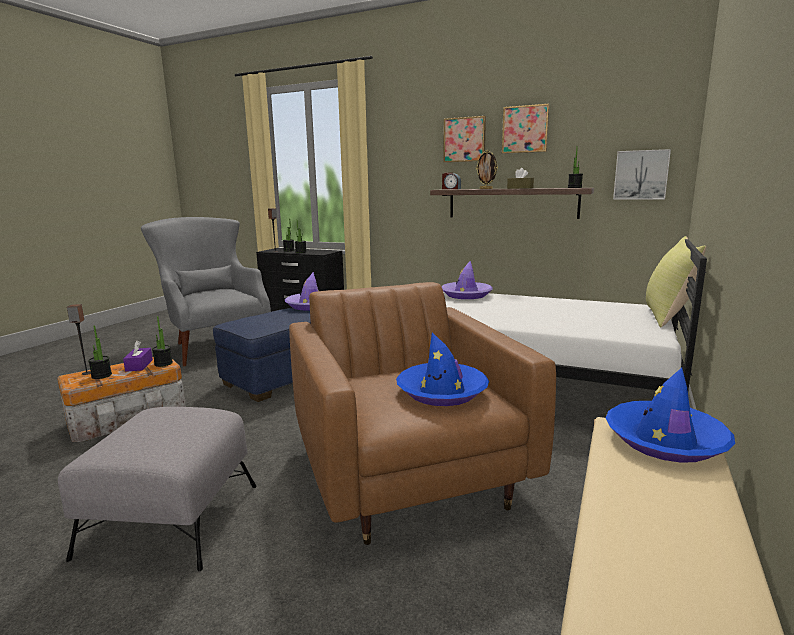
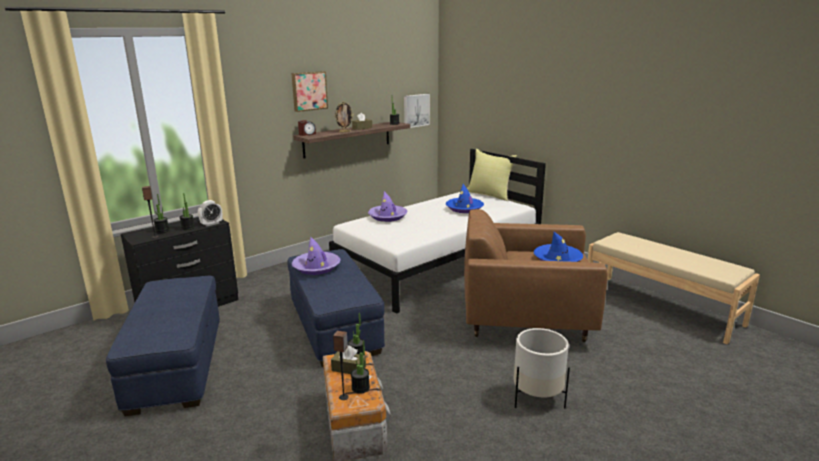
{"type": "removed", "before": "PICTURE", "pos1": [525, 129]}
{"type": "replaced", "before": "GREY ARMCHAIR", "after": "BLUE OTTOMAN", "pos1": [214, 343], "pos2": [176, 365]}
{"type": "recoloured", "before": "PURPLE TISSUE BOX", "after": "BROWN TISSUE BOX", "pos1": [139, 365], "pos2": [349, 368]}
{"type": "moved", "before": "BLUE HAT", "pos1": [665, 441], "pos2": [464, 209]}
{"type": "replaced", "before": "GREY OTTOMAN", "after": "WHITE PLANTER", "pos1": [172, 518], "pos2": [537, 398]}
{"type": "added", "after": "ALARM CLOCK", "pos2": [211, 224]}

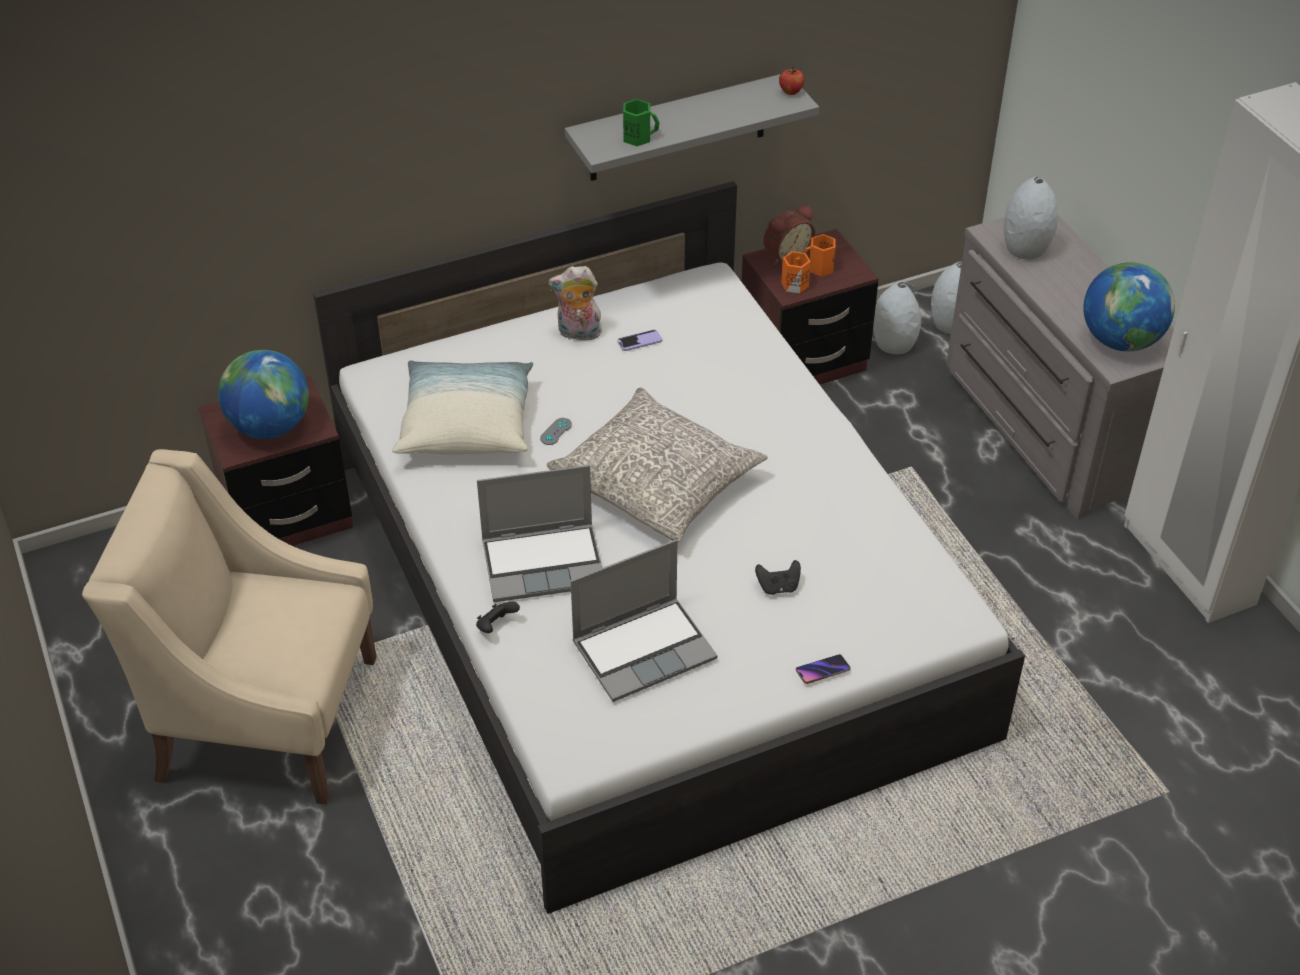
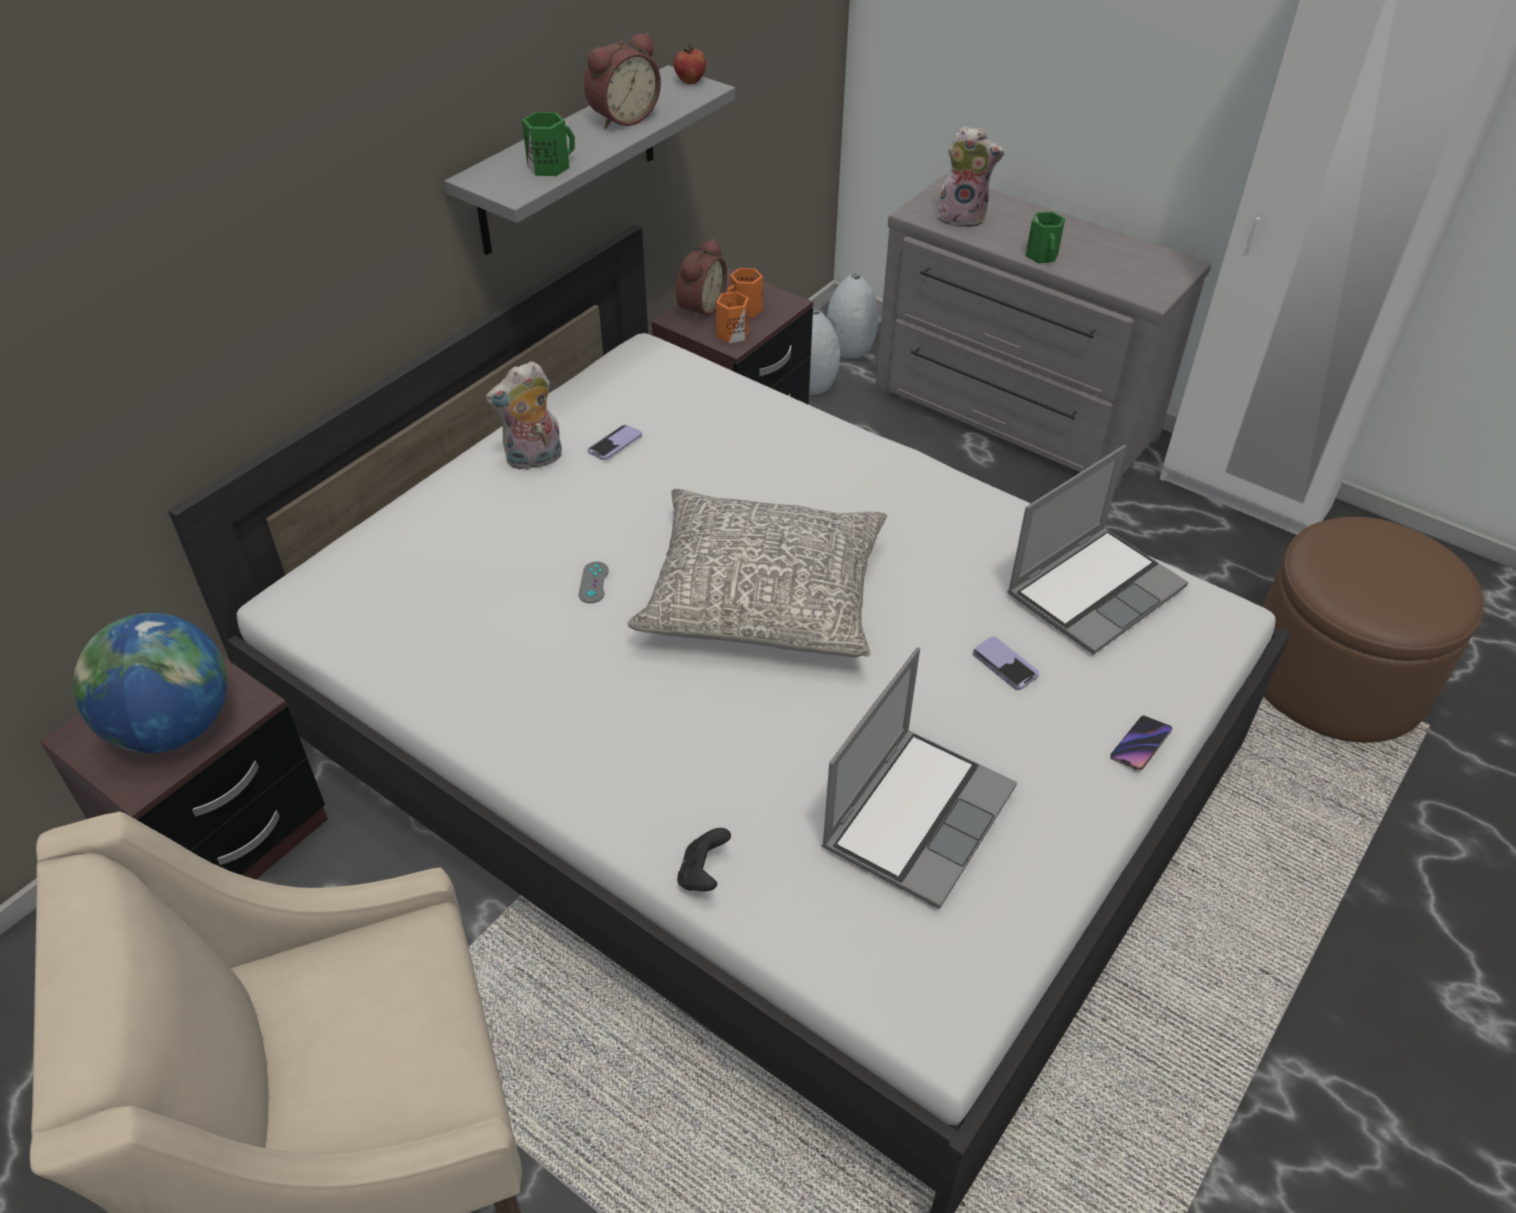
{"type": "replaced", "before": "GREY VASE", "after": "PLUSH TOY", "pos1": [1024, 248], "pos2": [963, 217]}
{"type": "removed", "before": "GLOBE", "pos1": [1120, 340]}
{"type": "removed", "before": "PILLOW", "pos1": [466, 424]}
{"type": "moved", "before": "LAPTOP", "pos1": [544, 563], "pos2": [1095, 590]}
{"type": "replaced", "before": "BLACK GAME CONTROLLER", "after": "PHONE", "pos1": [778, 587], "pos2": [1005, 664]}
{"type": "added", "after": "ALARM CLOCK", "pos2": [622, 117]}
{"type": "added", "after": "GREEN MUG", "pos2": [1043, 255]}
{"type": "added", "after": "BROWN OTTOMAN", "pos2": [1336, 675]}

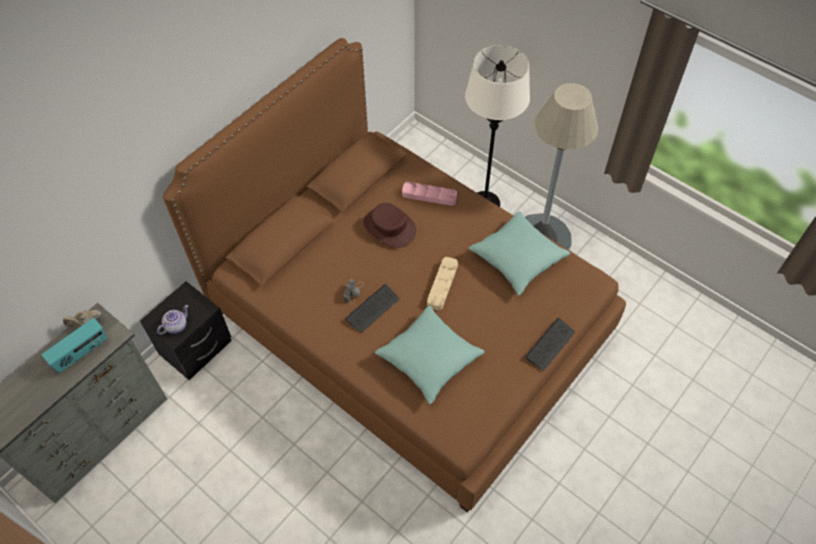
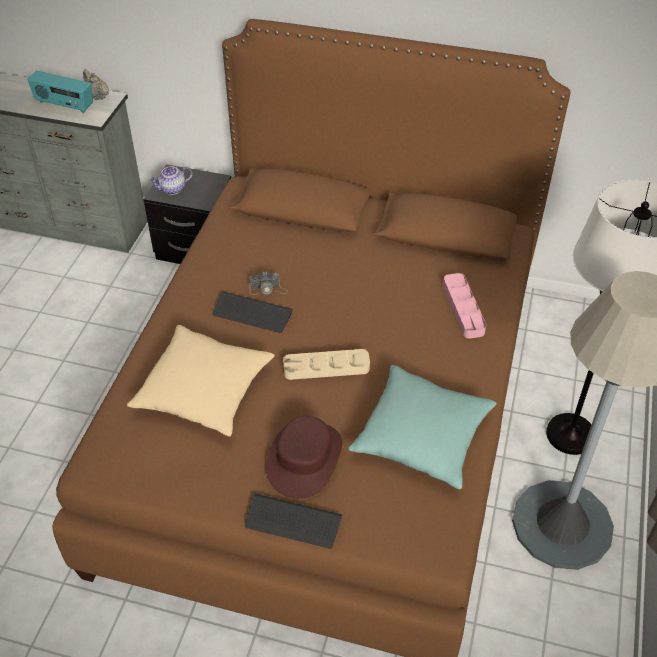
{"type": "moved", "before": "BROWN HAT", "pos1": [389, 227], "pos2": [304, 458]}
{"type": "turned", "before": "TEAPOT", "pos1": [176, 325], "pos2": [172, 189], "turn": 135}
{"type": "recoloured", "before": "TURQUOISE PILLOW", "after": "BEIGE PILLOW", "pos1": [429, 359], "pos2": [204, 391]}

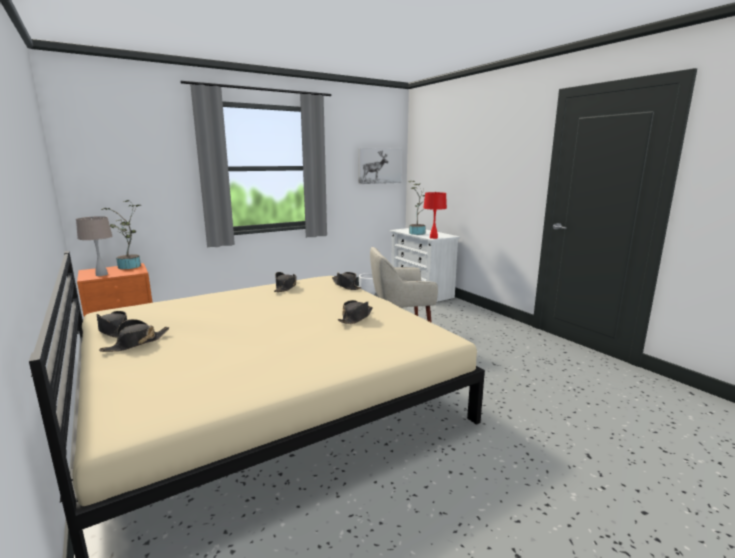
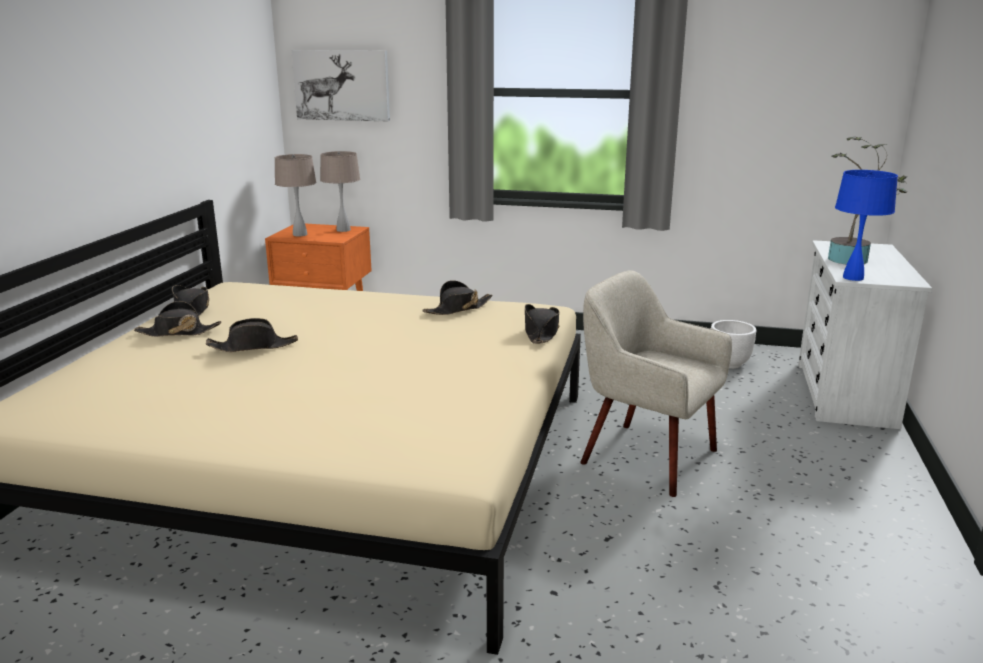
{"type": "moved", "before": "PICTURE", "pos1": [379, 166], "pos2": [342, 85]}
{"type": "recoloured", "before": "RED TABLE LAMP", "after": "BLUE TABLE LAMP", "pos1": [433, 237], "pos2": [853, 277]}
{"type": "replaced", "before": "POTTED PLANT", "after": "BEIGE TABLE LAMP", "pos1": [129, 267], "pos2": [343, 230]}
{"type": "moved", "before": "BLACK HAT", "pos1": [356, 318], "pos2": [253, 346]}

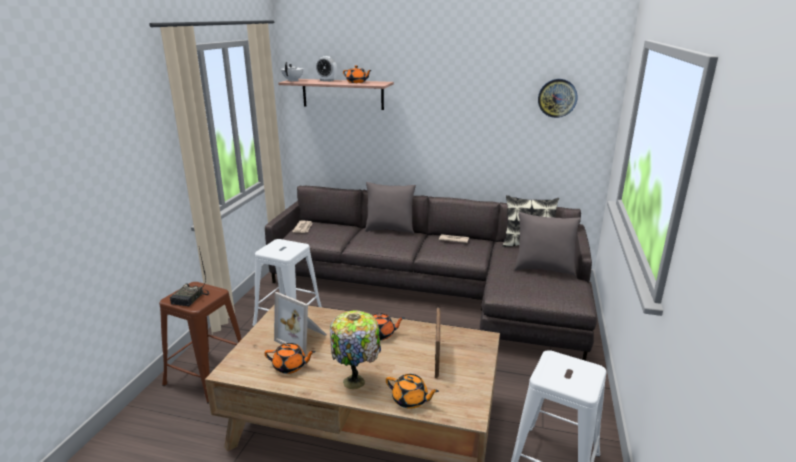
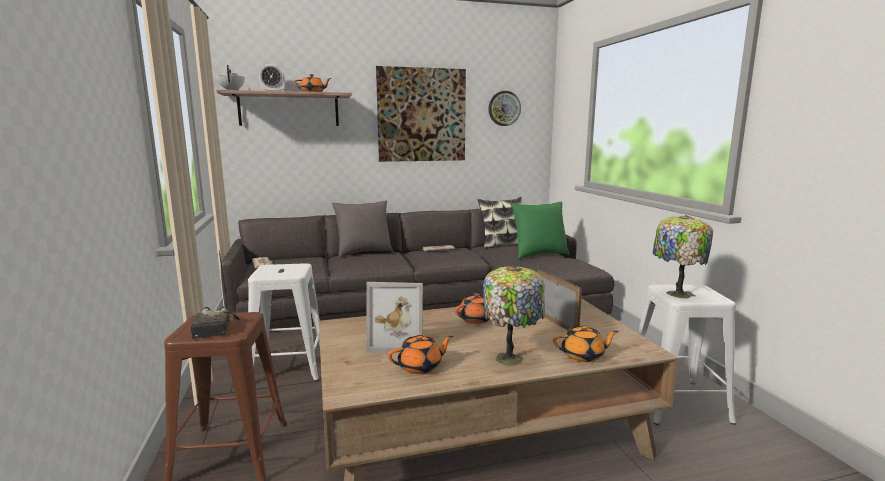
{"type": "recoloured", "before": "GREY PILLOW", "after": "GREEN PILLOW", "pos1": [543, 269], "pos2": [539, 255]}
{"type": "added", "after": "PICTURE", "pos2": [421, 115]}
{"type": "added", "after": "TABLE LAMP", "pos2": [676, 294]}

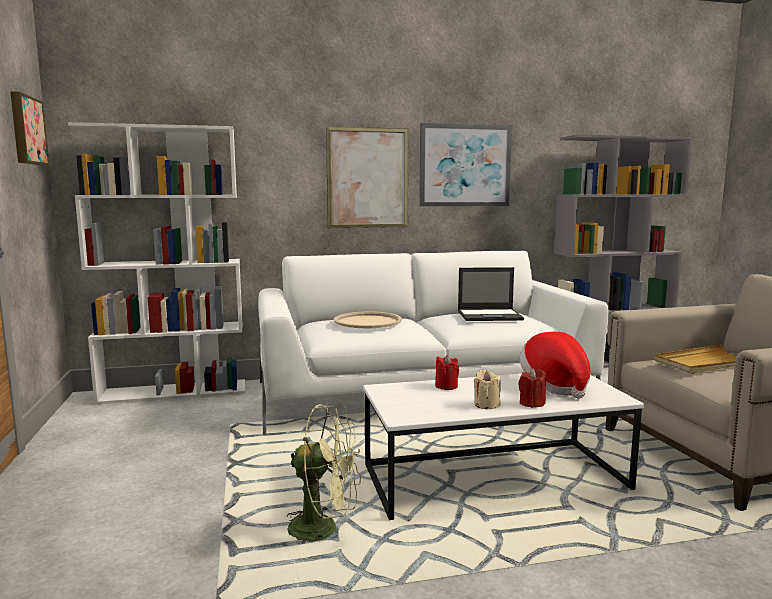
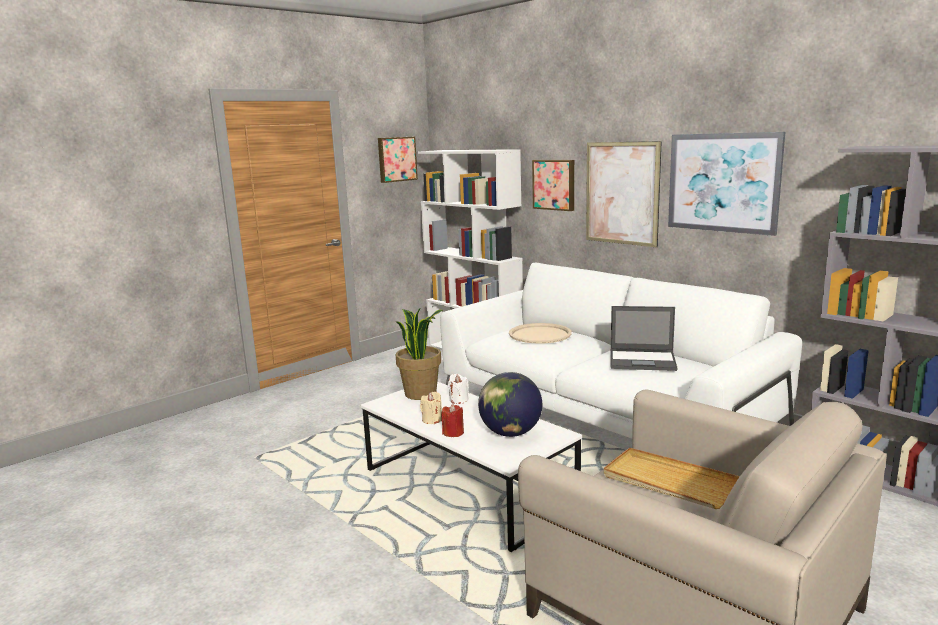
{"type": "turned", "before": "LAPTOP", "pos1": [490, 315], "pos2": [643, 361], "turn": -45}
{"type": "replaced", "before": "HAT", "after": "GLOBE", "pos1": [555, 386], "pos2": [510, 433]}
{"type": "recoloured", "before": "RED CANDLE", "after": "WHITE CANDLE", "pos1": [446, 386], "pos2": [459, 400]}
{"type": "removed", "before": "GREEN FAN", "pos1": [324, 529]}
{"type": "added", "after": "PICTURE", "pos2": [554, 184]}
{"type": "added", "after": "POTTED PLANT", "pos2": [421, 393]}

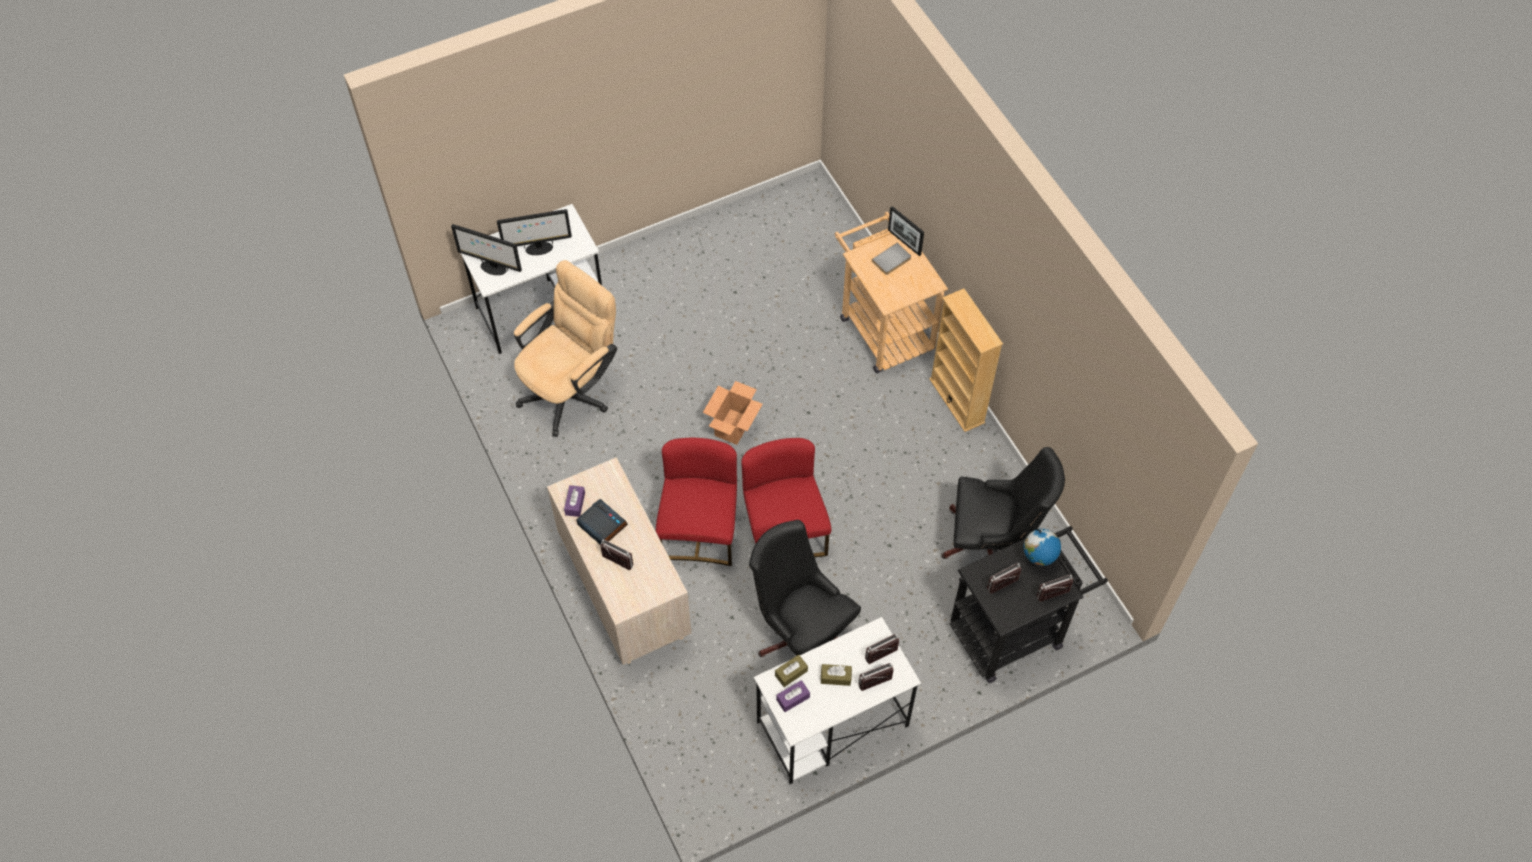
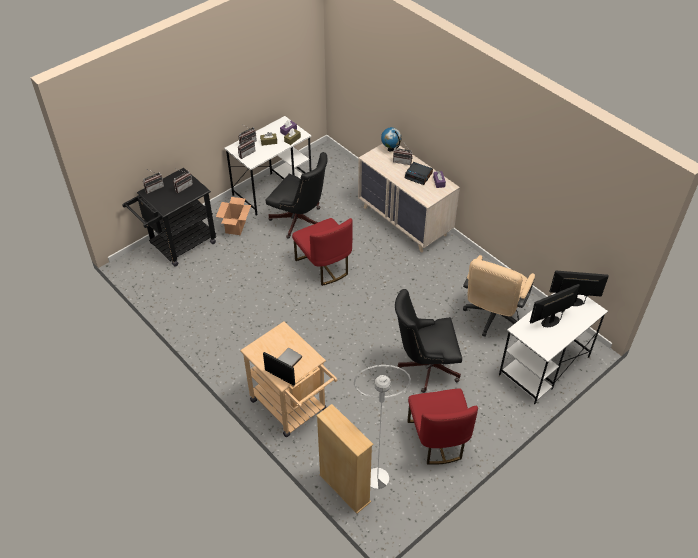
{"type": "moved", "before": "BEIGE BOOKCASE", "pos1": [957, 400], "pos2": [344, 488]}
{"type": "moved", "before": "CARDBOARD BOX", "pos1": [733, 426], "pos2": [235, 227]}
{"type": "moved", "before": "RED CHAIR", "pos1": [700, 531], "pos2": [437, 439]}
{"type": "moved", "before": "BLACK OFFICE CHAIR", "pos1": [991, 543], "pos2": [425, 366]}
{"type": "moved", "before": "GLOBE", "pos1": [1037, 559], "pos2": [390, 149]}
{"type": "added", "after": "WHITE FLOOR LAMP", "pos2": [377, 478]}

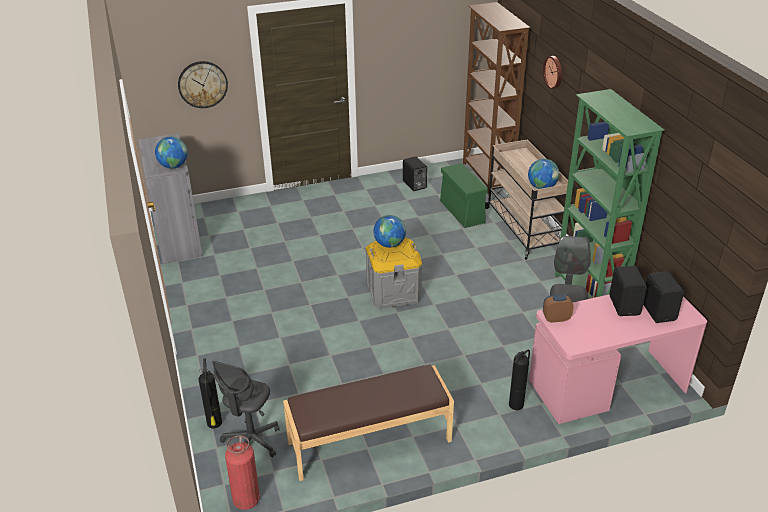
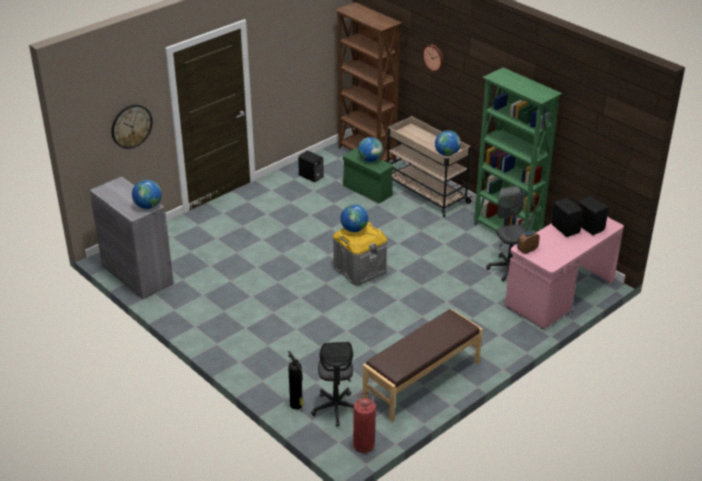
{"type": "removed", "before": "FIRE EXTINGUISHER", "pos1": [516, 404]}
{"type": "added", "after": "GLOBE", "pos2": [370, 160]}

